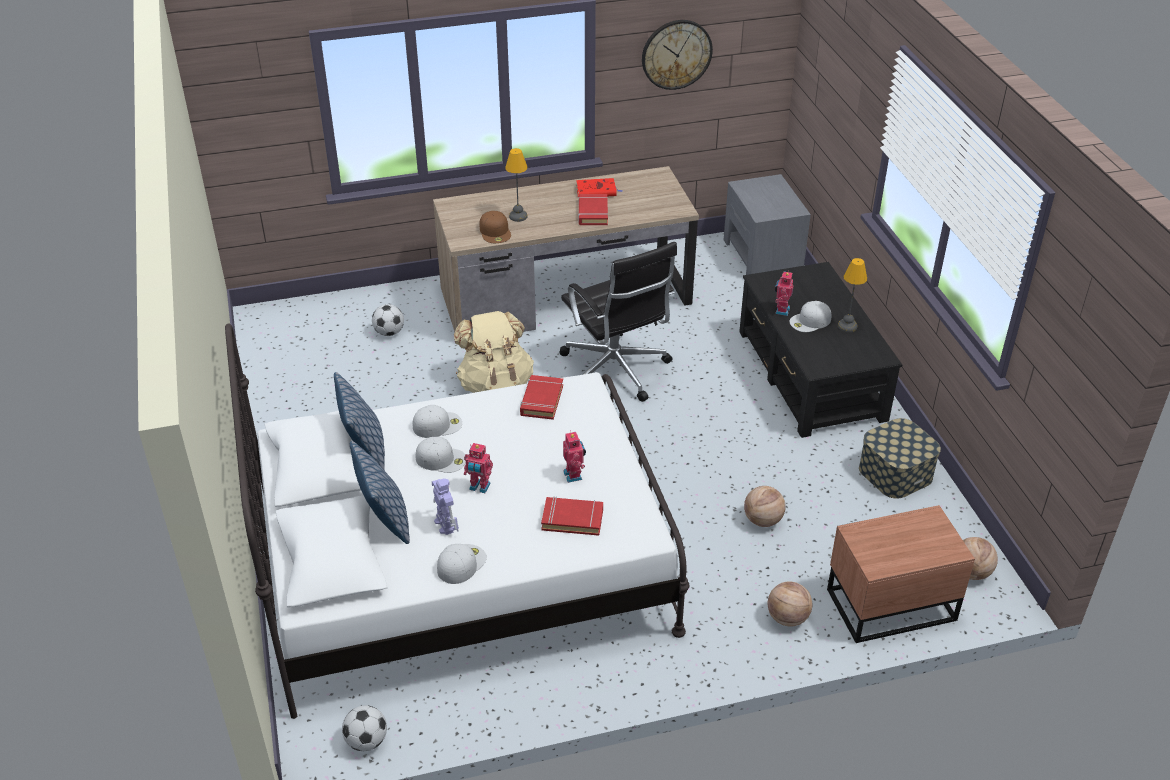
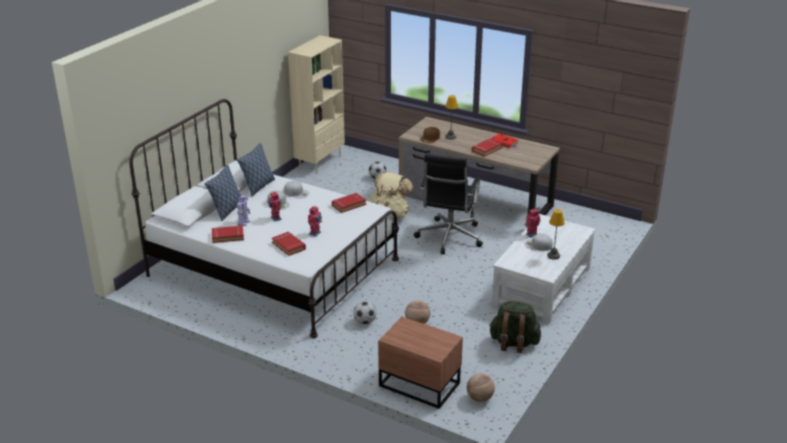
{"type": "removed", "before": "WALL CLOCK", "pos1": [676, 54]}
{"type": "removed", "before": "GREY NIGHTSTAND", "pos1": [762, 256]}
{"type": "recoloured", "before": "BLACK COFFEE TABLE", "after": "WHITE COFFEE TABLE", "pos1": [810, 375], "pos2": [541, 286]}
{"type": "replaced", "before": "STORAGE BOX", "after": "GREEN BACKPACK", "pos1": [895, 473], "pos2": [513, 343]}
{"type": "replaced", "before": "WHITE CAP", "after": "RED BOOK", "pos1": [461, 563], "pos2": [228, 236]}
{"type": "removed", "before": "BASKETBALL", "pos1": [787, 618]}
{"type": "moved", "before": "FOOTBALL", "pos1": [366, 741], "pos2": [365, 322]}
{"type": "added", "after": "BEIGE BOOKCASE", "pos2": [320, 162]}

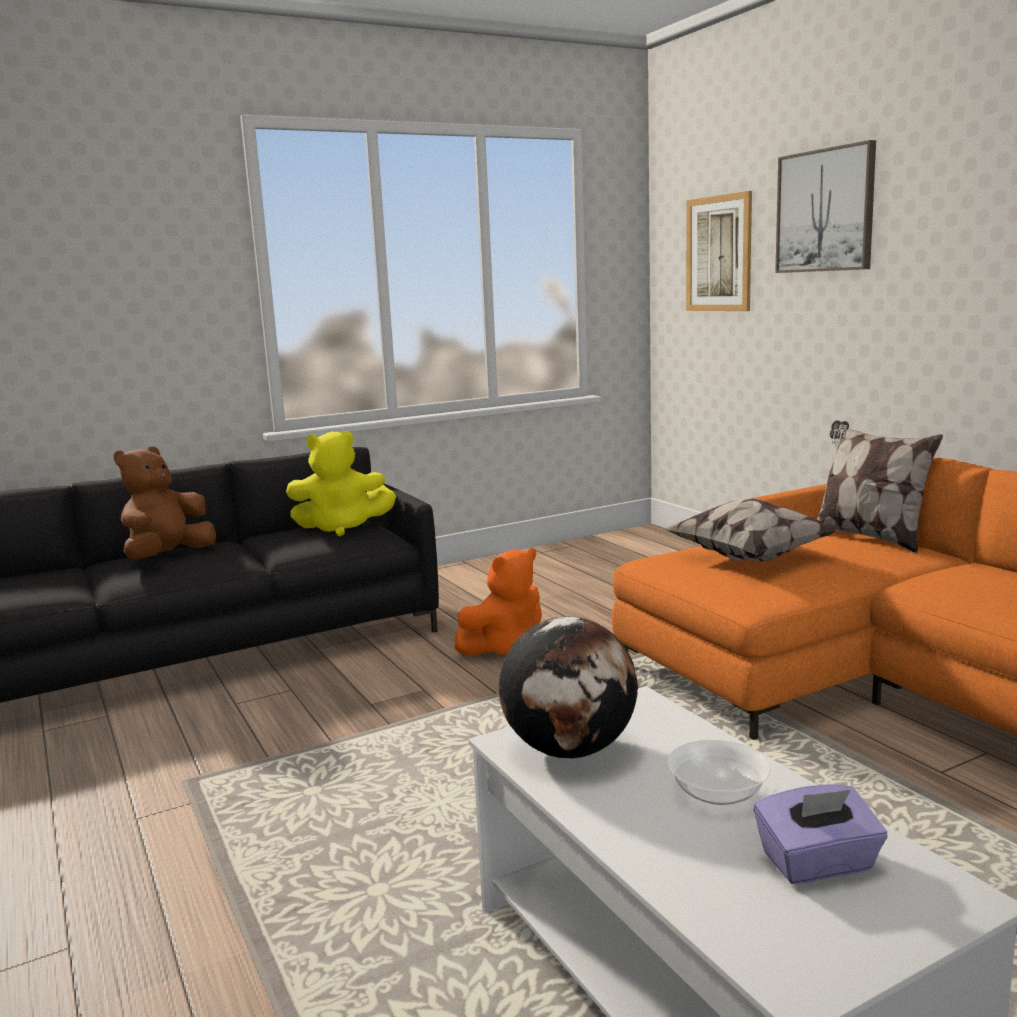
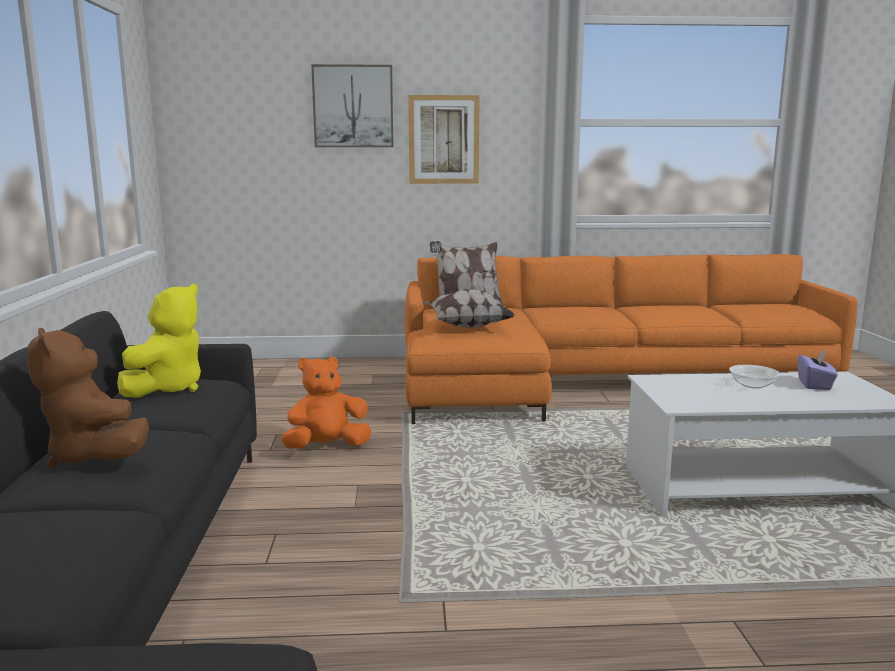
{"type": "moved", "before": "PICTURE", "pos1": [718, 254], "pos2": [443, 139]}
{"type": "turned", "before": "ORANGE PLUSH TOY", "pos1": [504, 648], "pos2": [327, 447], "turn": -105}
{"type": "removed", "before": "GLOBE", "pos1": [570, 750]}

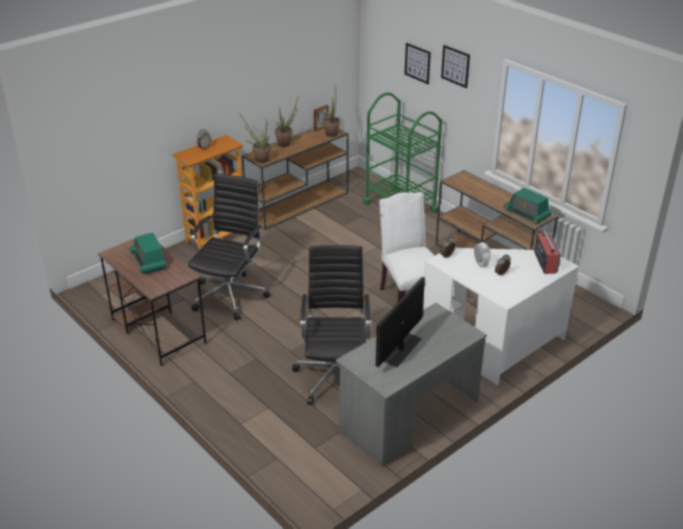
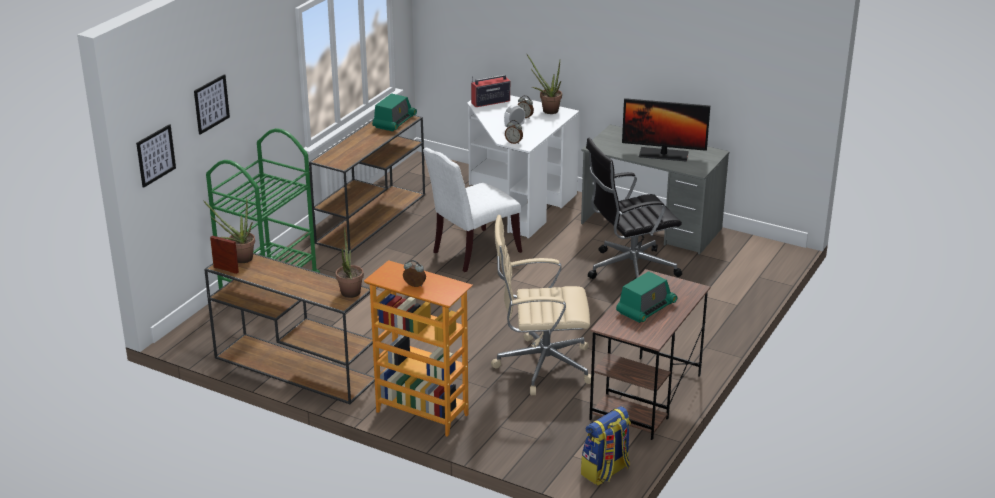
{"type": "moved", "before": "PICTURE", "pos1": [455, 66], "pos2": [155, 155]}
{"type": "moved", "before": "POTTED PLANT", "pos1": [286, 143], "pos2": [547, 110]}
{"type": "recoloured", "before": "BLACK OFFICE CHAIR", "after": "BEIGE OFFICE CHAIR", "pos1": [231, 295], "pos2": [541, 366]}
{"type": "added", "after": "BACKPACK", "pos2": [605, 472]}

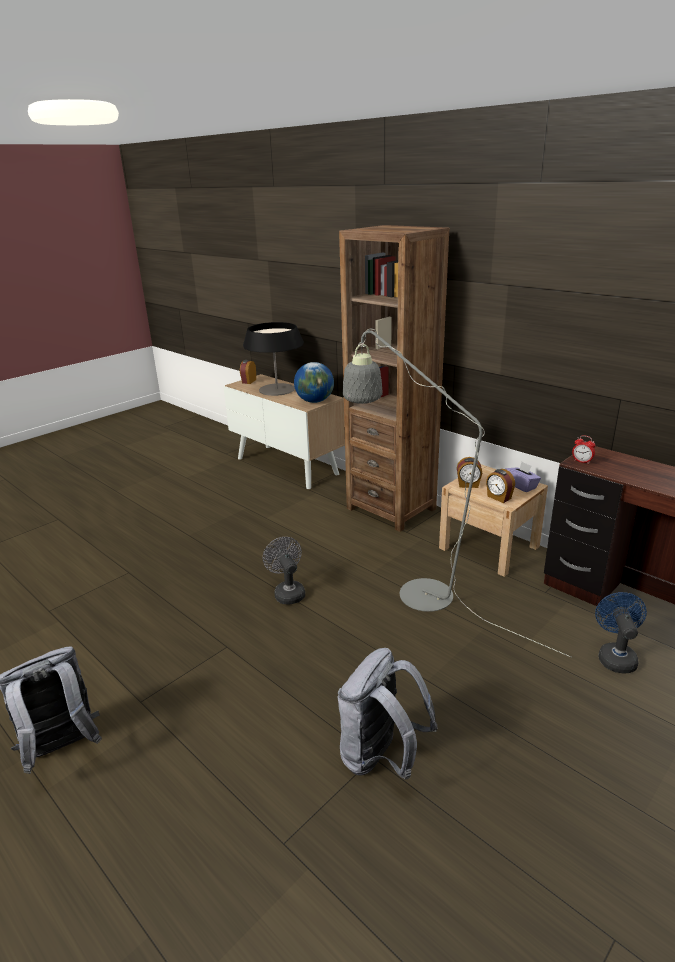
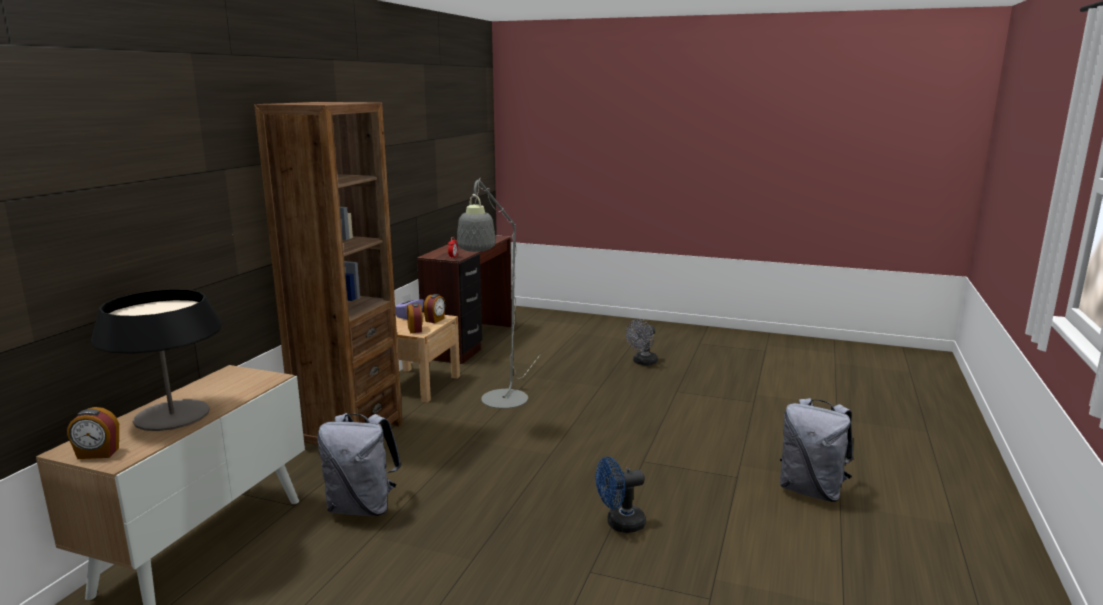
{"type": "removed", "before": "GLOBE", "pos1": [315, 401]}
{"type": "moved", "before": "GREY FAN", "pos1": [287, 592], "pos2": [642, 362]}
{"type": "moved", "before": "BLUE FAN", "pos1": [615, 656], "pos2": [619, 524]}
{"type": "moved", "before": "GREY BACKPACK", "pos1": [381, 757], "pos2": [362, 507]}

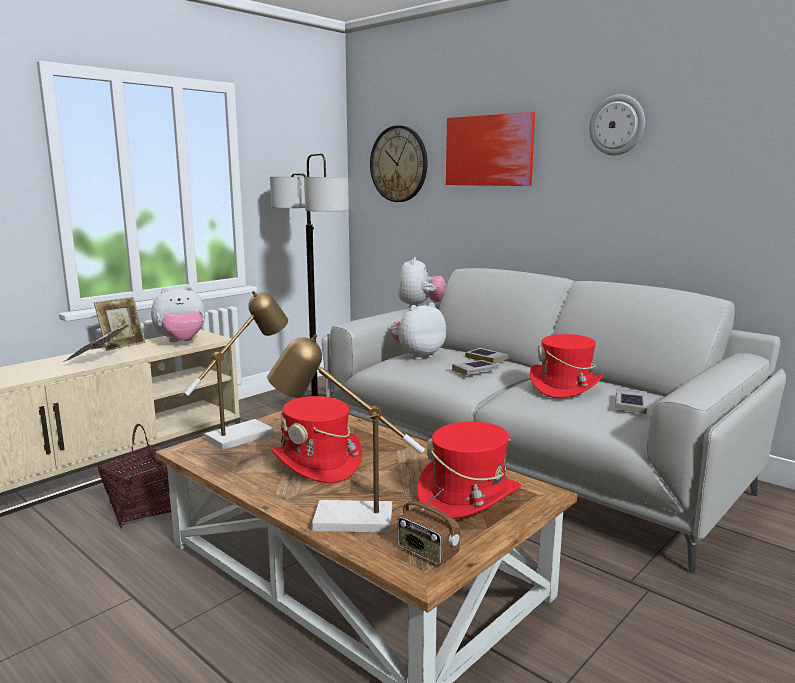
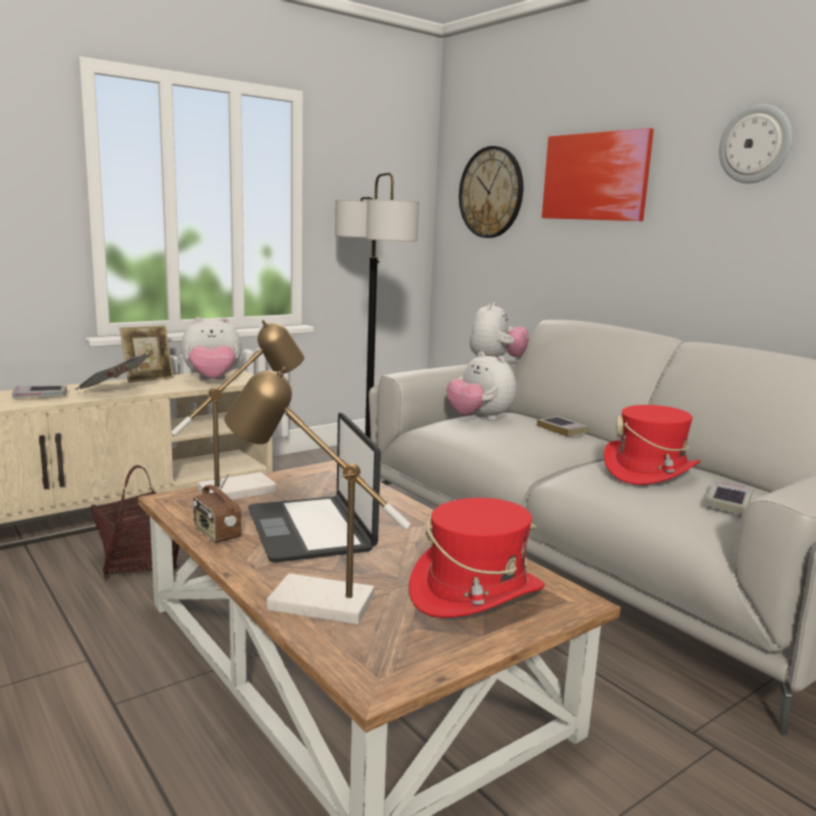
{"type": "turned", "before": "PLUSH TOY", "pos1": [417, 355], "pos2": [479, 419], "turn": -105}
{"type": "moved", "before": "BOOK", "pos1": [475, 371], "pos2": [40, 396]}
{"type": "replaced", "before": "RED HAT", "after": "LAPTOP", "pos1": [318, 463], "pos2": [311, 530]}
{"type": "moved", "before": "RADIO", "pos1": [427, 552], "pos2": [216, 534]}

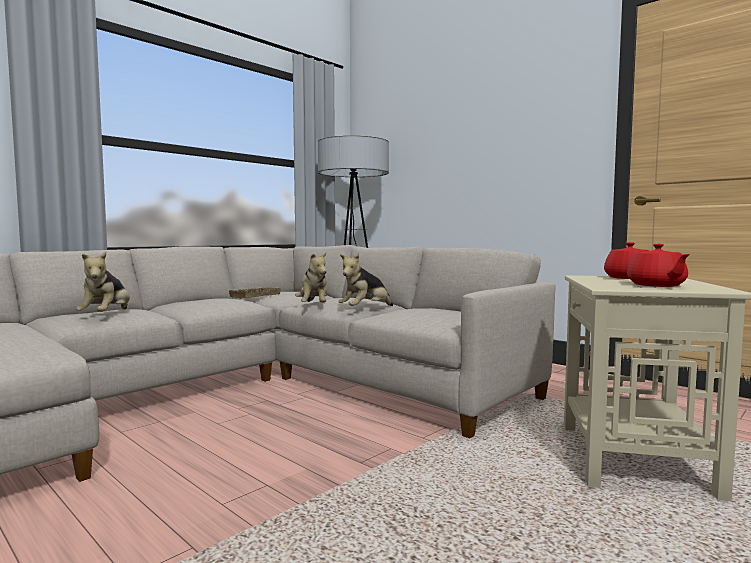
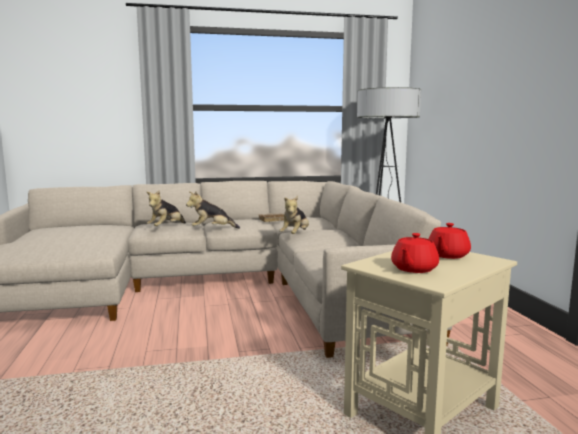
{"type": "moved", "before": "PLUSH TOY", "pos1": [365, 310], "pos2": [212, 229]}

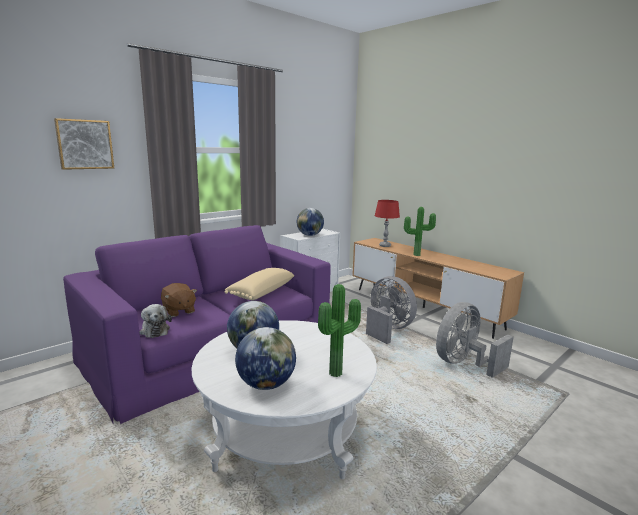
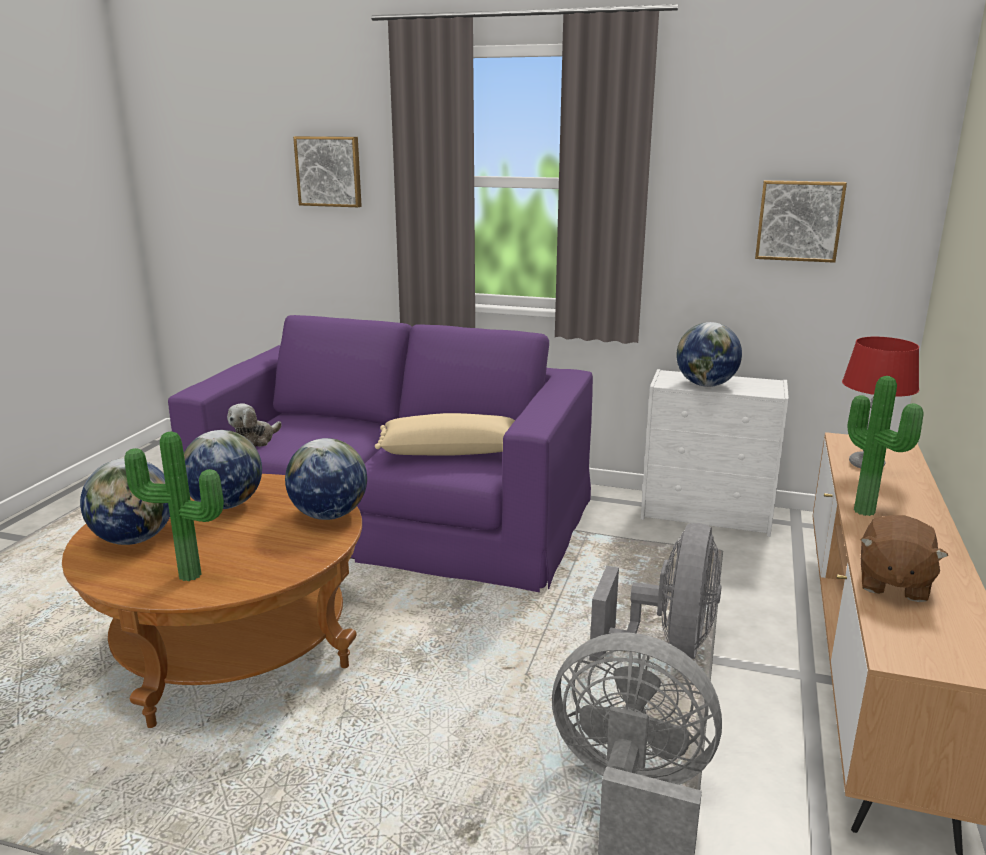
{"type": "moved", "before": "BROWN PLUSH TOY", "pos1": [178, 311], "pos2": [892, 583]}
{"type": "recoloured", "before": "WHITE COFFEE TABLE", "after": "BROWN COFFEE TABLE", "pos1": [285, 430], "pos2": [234, 644]}
{"type": "added", "after": "PICTURE", "pos2": [799, 220]}
{"type": "added", "after": "GLOBE", "pos2": [329, 515]}

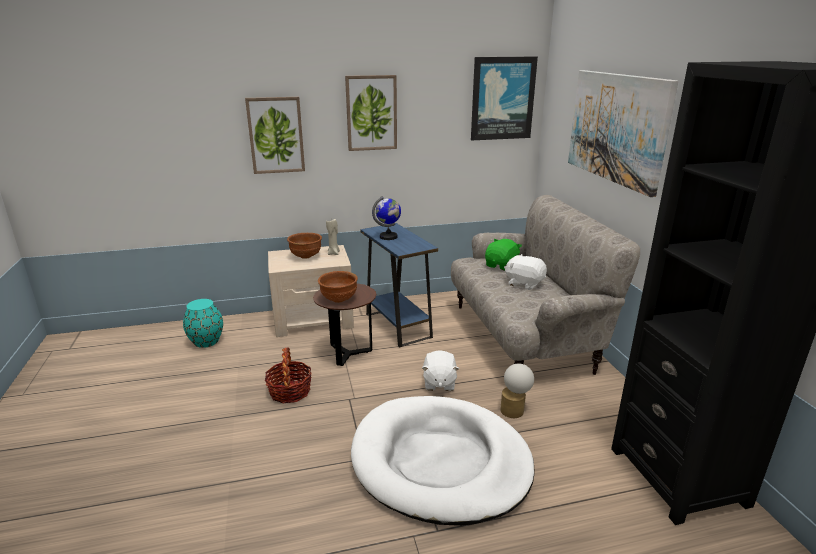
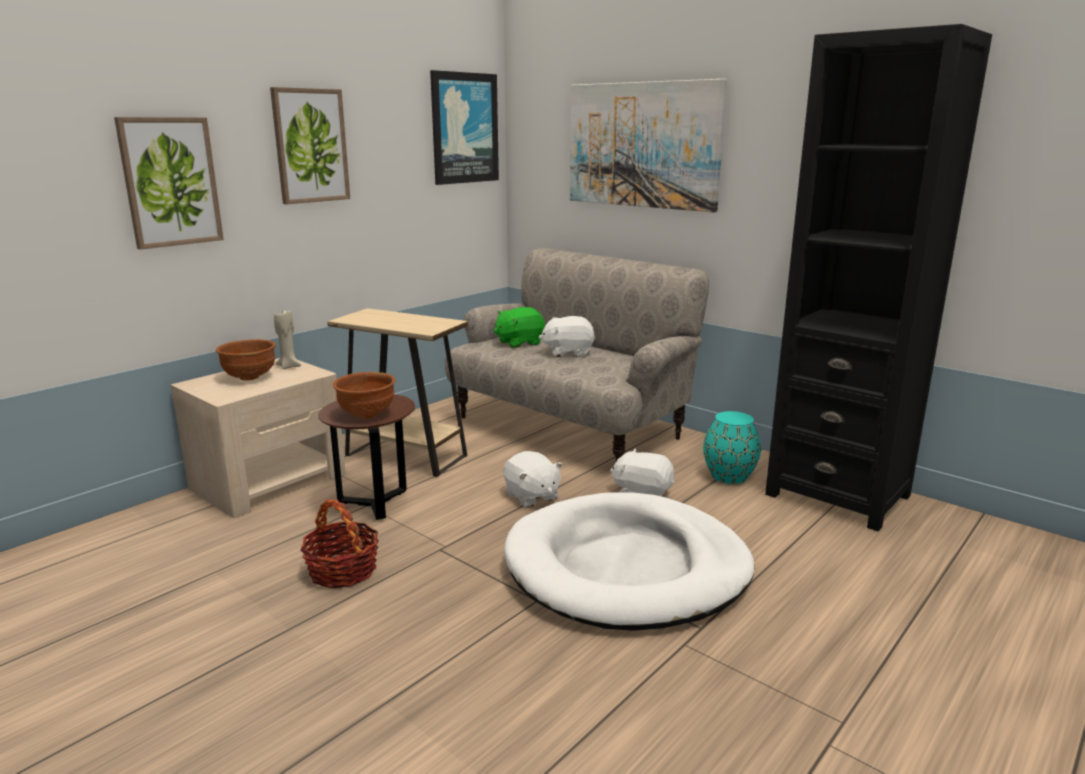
{"type": "removed", "before": "GLOBE", "pos1": [388, 237]}
{"type": "recoloured", "before": "BLUE SIDE TABLE", "after": "BEIGE SIDE TABLE", "pos1": [398, 325], "pos2": [406, 455]}
{"type": "turned", "before": "GREEN PLUSH TOY", "pos1": [501, 266], "pos2": [519, 343], "turn": -120}
{"type": "moved", "before": "TURQUOISE VASE", "pos1": [206, 341], "pos2": [729, 476]}
{"type": "replaced", "before": "TABLE LAMP", "after": "WHITE PLUSH TOY", "pos1": [515, 410], "pos2": [642, 493]}

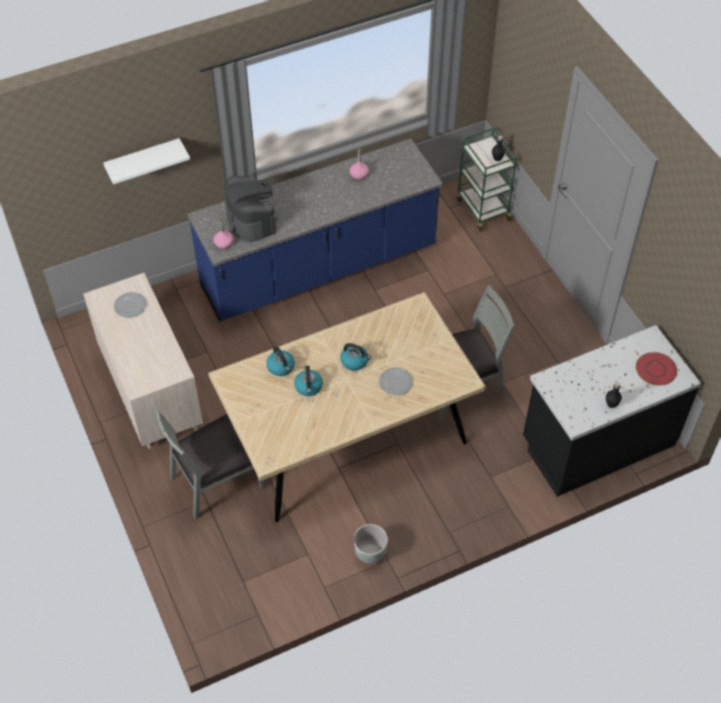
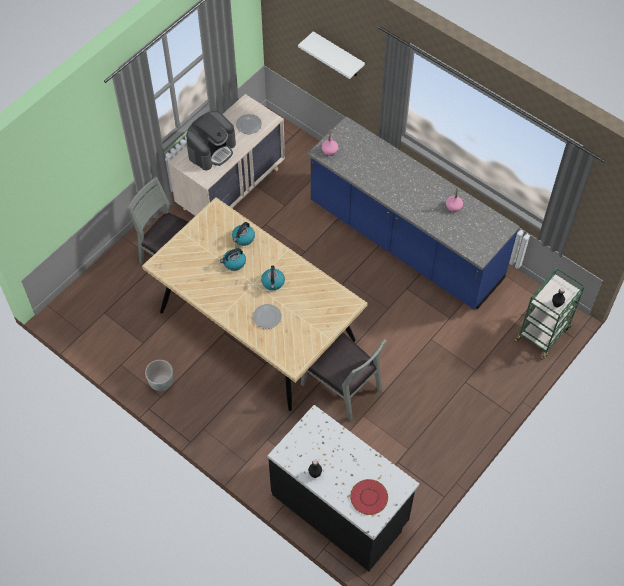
{"type": "moved", "before": "COFFEE MACHINE", "pos1": [251, 219], "pos2": [212, 150]}

